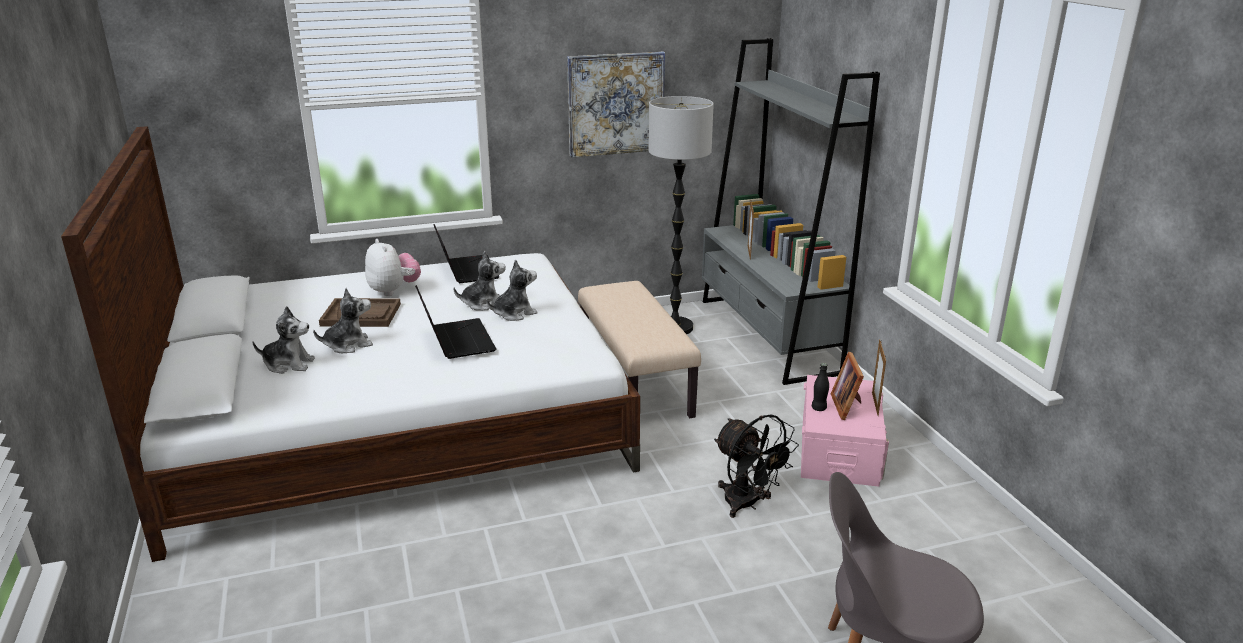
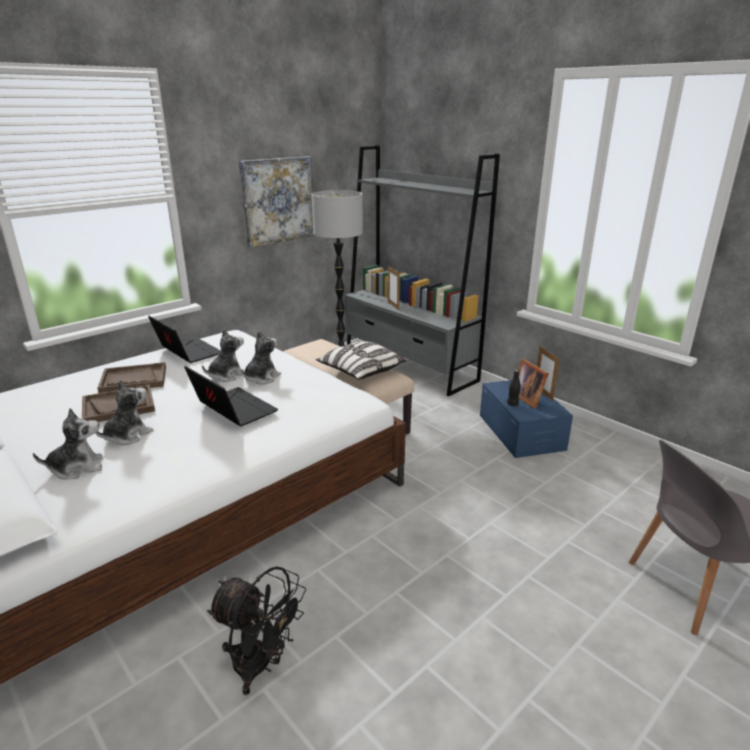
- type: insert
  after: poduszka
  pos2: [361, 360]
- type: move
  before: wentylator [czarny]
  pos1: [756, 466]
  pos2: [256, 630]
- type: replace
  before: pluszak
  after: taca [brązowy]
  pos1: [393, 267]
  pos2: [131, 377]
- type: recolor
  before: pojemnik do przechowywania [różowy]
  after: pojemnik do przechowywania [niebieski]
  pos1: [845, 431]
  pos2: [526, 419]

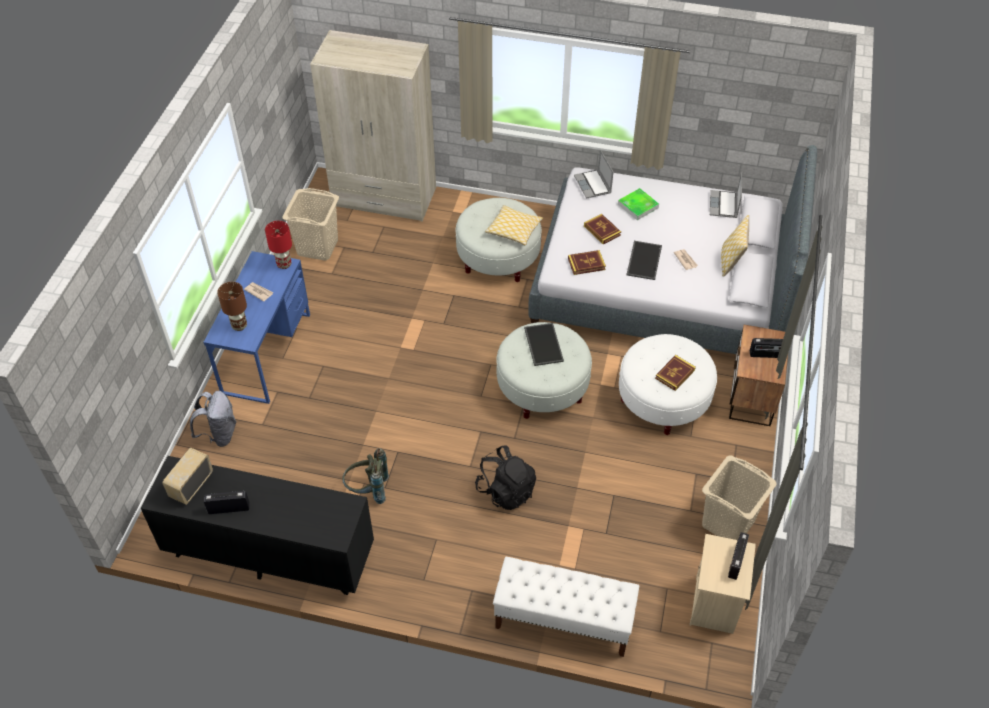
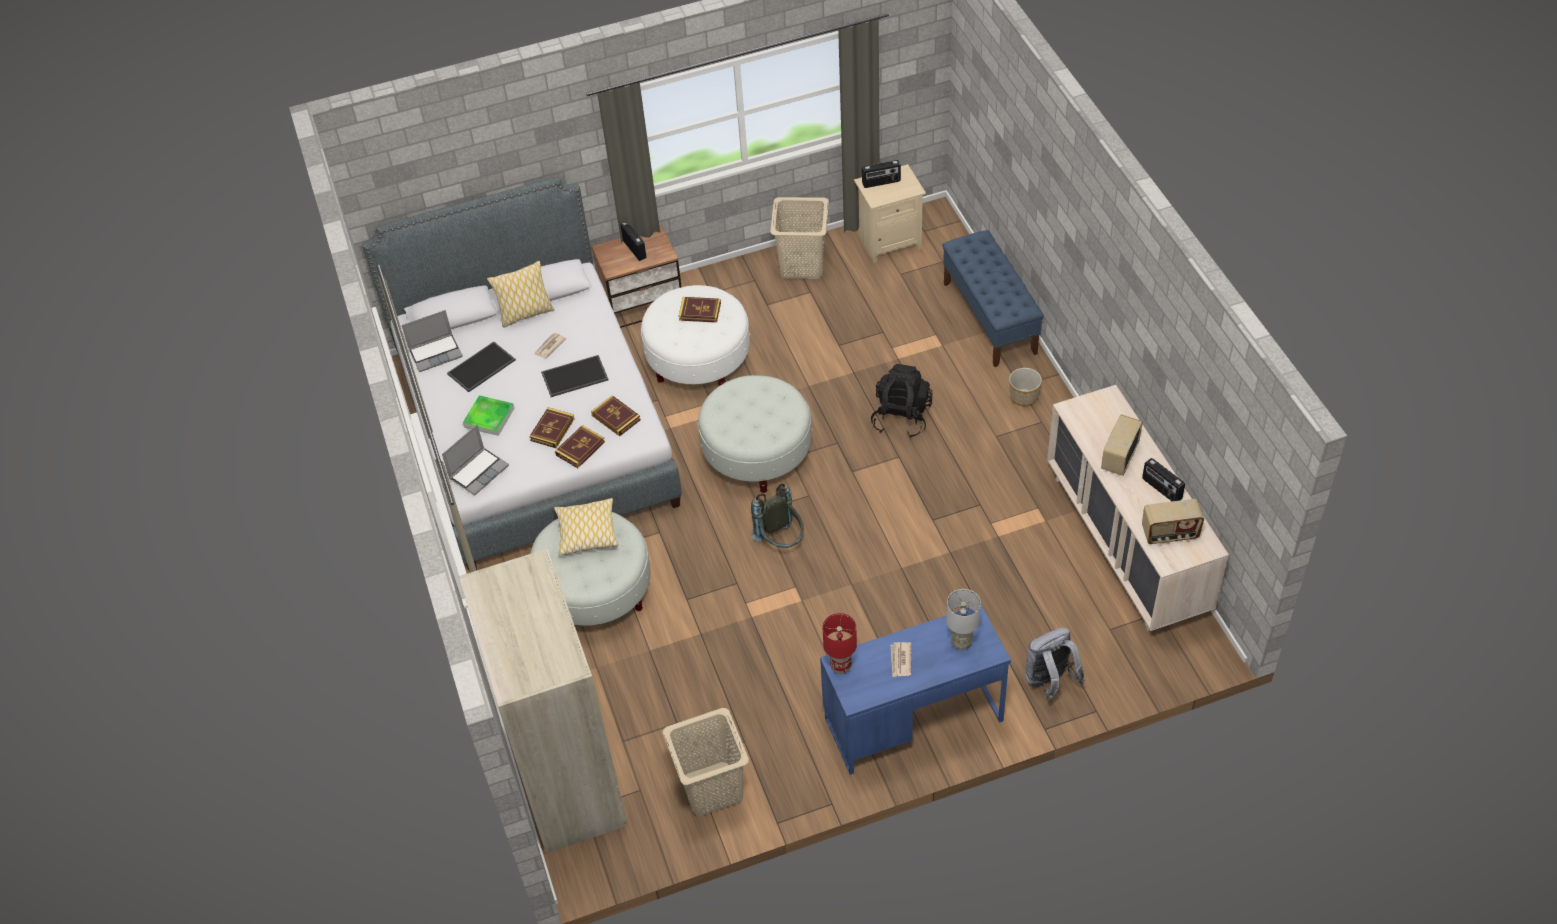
- type: insert
  after: książka
  pos2: [580, 446]
- type: insert
  after: donica
  pos2: [1025, 387]
- type: insert
  after: radio
  pos2: [1122, 445]
- type: move
  before: plecak [szary]
  pos1: [365, 476]
  pos2: [777, 516]
- type: move
  before: taca
  pos1: [544, 344]
  pos2: [481, 367]
- type: recolor
  before: komoda [czarny]
  after: komoda [beżowy]
  pos1: [257, 525]
  pos2: [1138, 508]
- type: recolor
  before: lampa stołowa [brązowy]
  after: lampa stołowa [szary]
  pos1: [232, 306]
  pos2: [963, 619]
- type: recolor
  before: ławka [biały]
  after: ławka [niebieski]
  pos1: [566, 607]
  pos2: [993, 298]

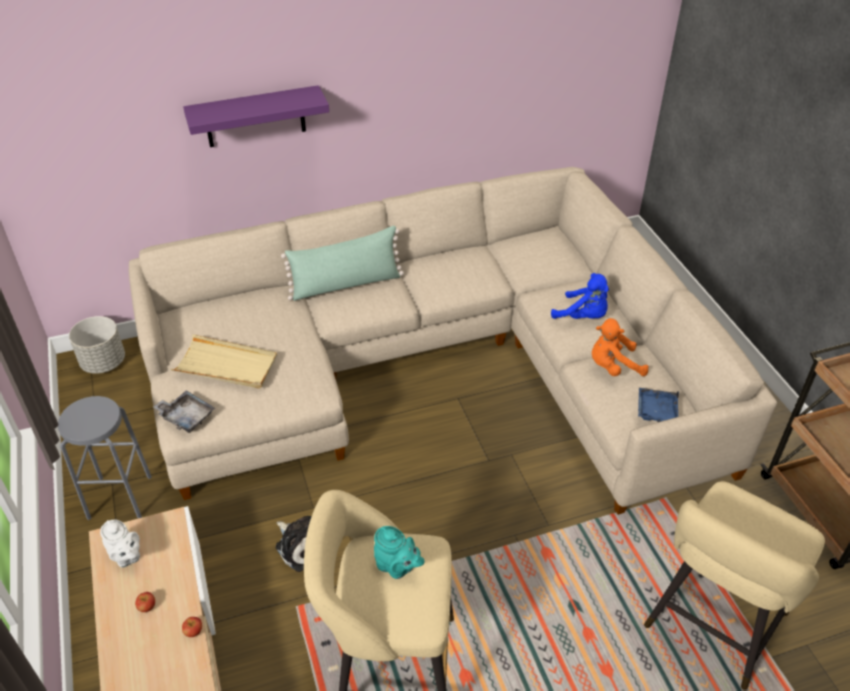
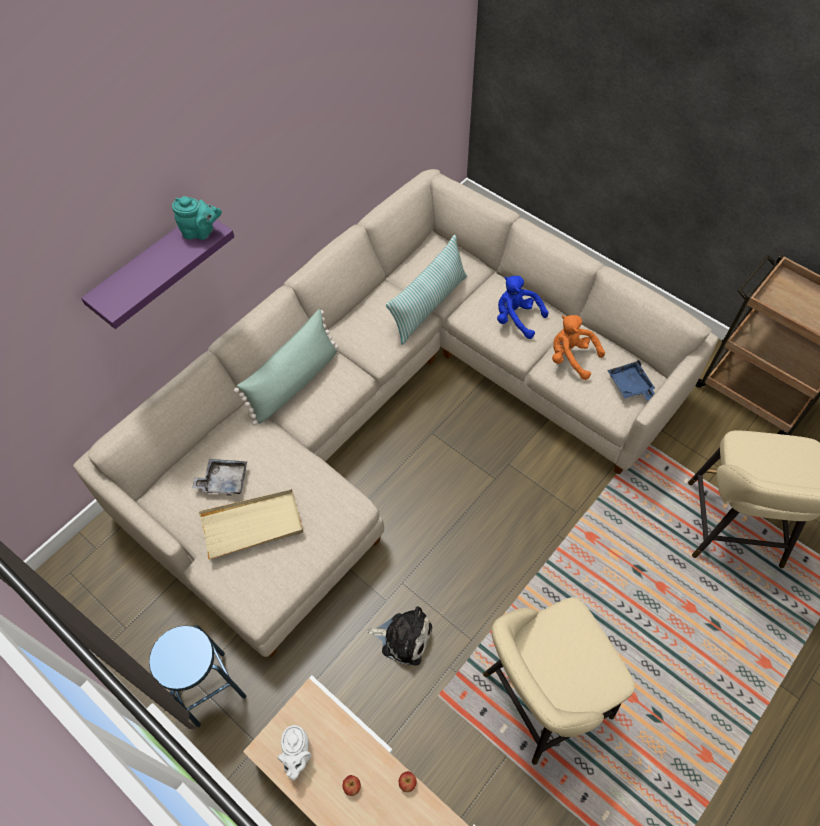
- type: delete
  before: donica [szary]
  pos1: [97, 345]
- type: insert
  after: poduszka
  pos2: [426, 290]
- type: move
  before: taca [szary]
  pos1: [184, 411]
  pos2: [219, 477]
- type: move
  before: imbryk [turkusowy]
  pos1: [399, 552]
  pos2: [197, 218]
- type: recolor
  before: stołek [szary]
  after: stołek [niebieski]
  pos1: [105, 458]
  pos2: [197, 676]
- type: rotate
  before: imbryk [biały]
  pos1: [120, 544]
  pos2: [294, 752]
  turn: 75
- type: rotate
  before: pluszak [niebieski]
  pos1: [580, 296]
  pos2: [523, 307]
  turn: -150
- type: rotate
  before: pluszak [pomarańczowy]
  pos1: [620, 347]
  pos2: [578, 347]
  turn: 75

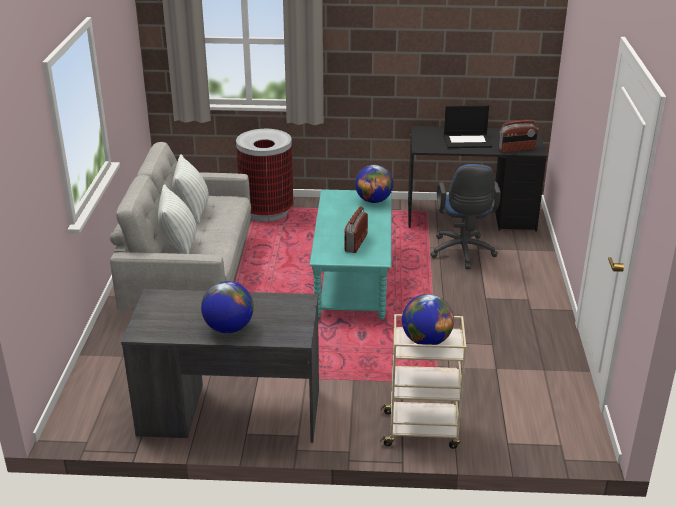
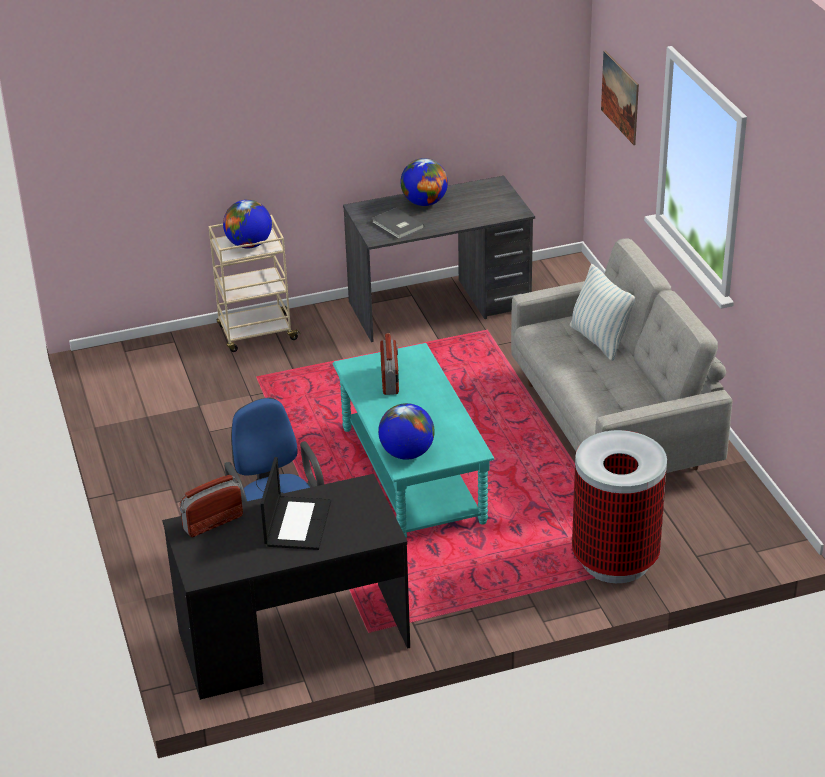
- type: delete
  before: poduszka
  pos1: [190, 189]
- type: insert
  after: książka [szary]
  pos2: [398, 223]
- type: insert
  after: obraz
  pos2: [620, 98]
- type: rotate
  before: laptop
  pos1: [468, 126]
  pos2: [295, 503]
  turn: 120

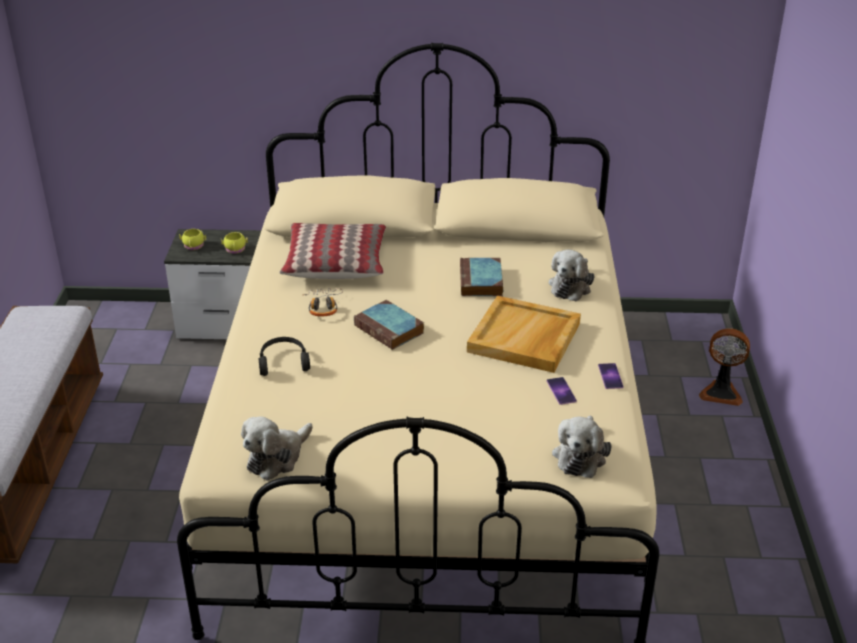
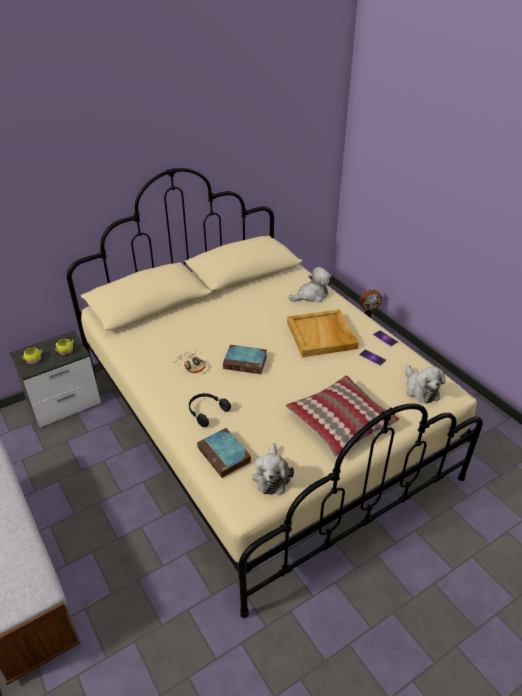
- type: move
  before: poduszka
  pos1: [332, 251]
  pos2: [342, 416]
- type: move
  before: książka
  pos1: [481, 277]
  pos2: [224, 453]
- type: rotate
  before: pluszak
  pos1: [572, 275]
  pos2: [310, 285]
  turn: -105

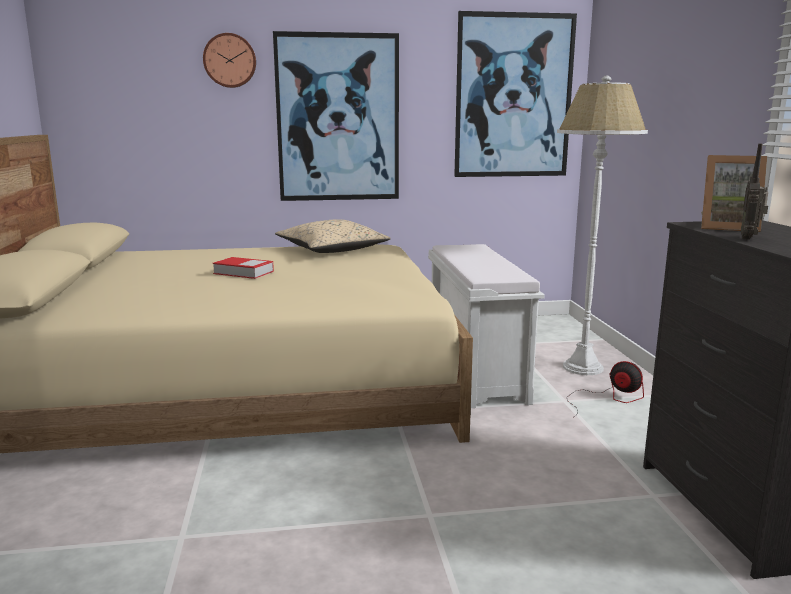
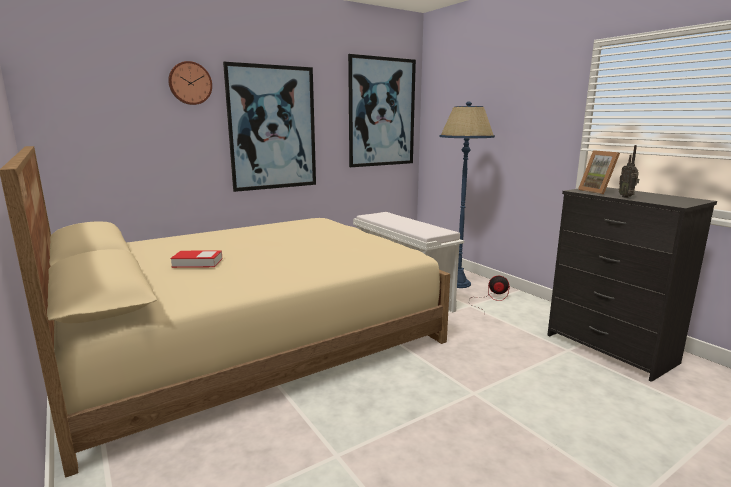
- type: delete
  before: poduszka [beżowy]
  pos1: [333, 236]
- type: move
  before: książka
  pos1: [243, 268]
  pos2: [196, 259]
- type: recolor
  before: lampa stojąca [biały]
  after: lampa stojąca [niebieski]
  pos1: [602, 225]
  pos2: [467, 195]
- type: rotate
  before: ramka na zdjęcie
  pos1: [734, 193]
  pos2: [599, 172]
  turn: 75

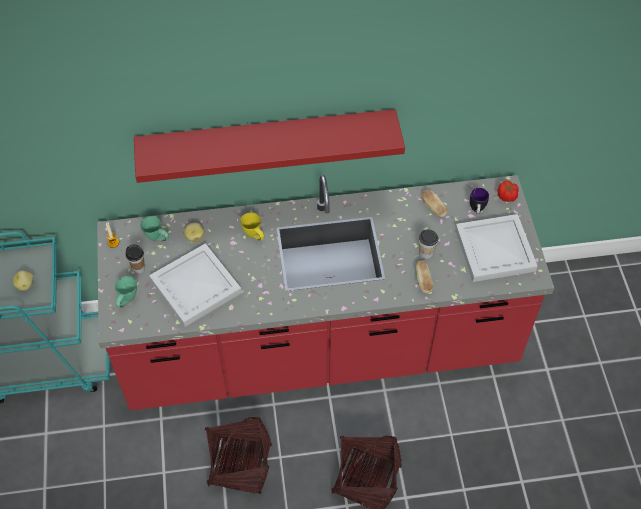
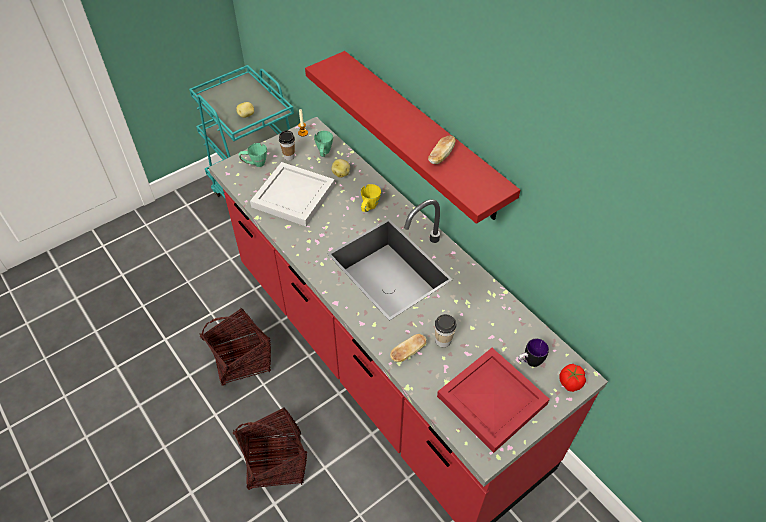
- type: move
  before: chleb
  pos1: [434, 203]
  pos2: [441, 149]
- type: recolor
  before: taca [biały]
  after: taca [czerwony]
  pos1: [496, 248]
  pos2: [493, 400]

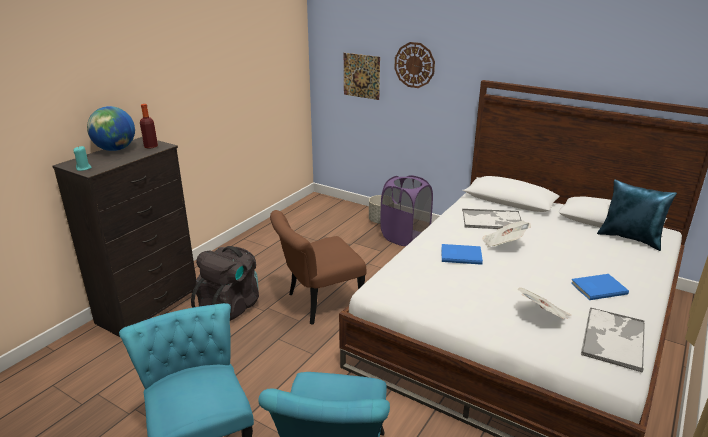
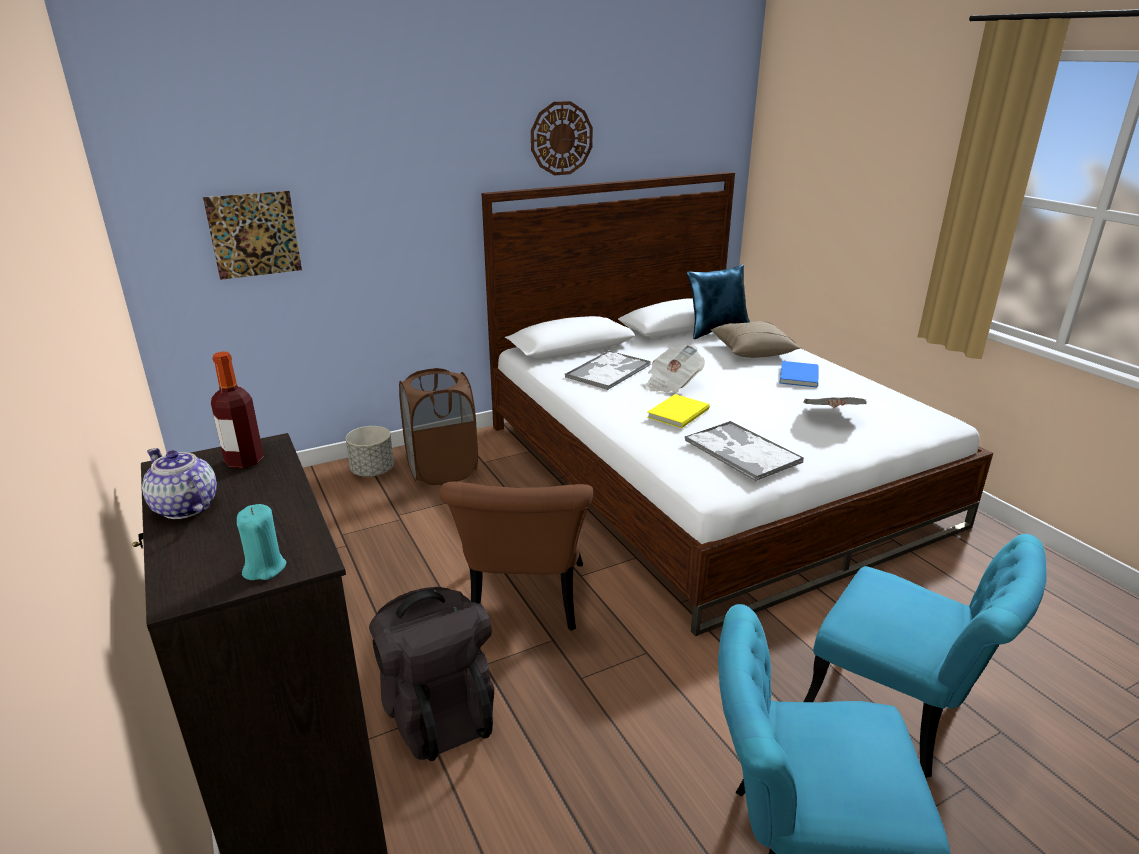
- type: insert
  after: poduszka [beżowy]
  pos2: [756, 339]
- type: move
  before: zegar ścienny
  pos1: [414, 65]
  pos2: [562, 138]
- type: move
  before: taca
  pos1: [613, 340]
  pos2: [744, 451]
- type: replace
  before: globus
  after: imbryk
  pos1: [111, 128]
  pos2: [179, 483]
- type: recolor
  before: kosz na pranie [fioletowy]
  after: kosz na pranie [brązowy]
  pos1: [406, 210]
  pos2: [438, 426]
- type: recolor
  before: książka [niebieski]
  after: książka [żółty]
  pos1: [462, 254]
  pos2: [678, 411]

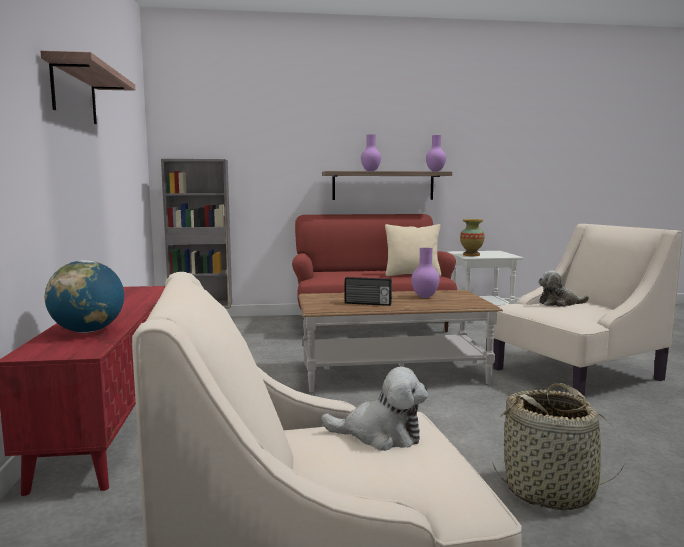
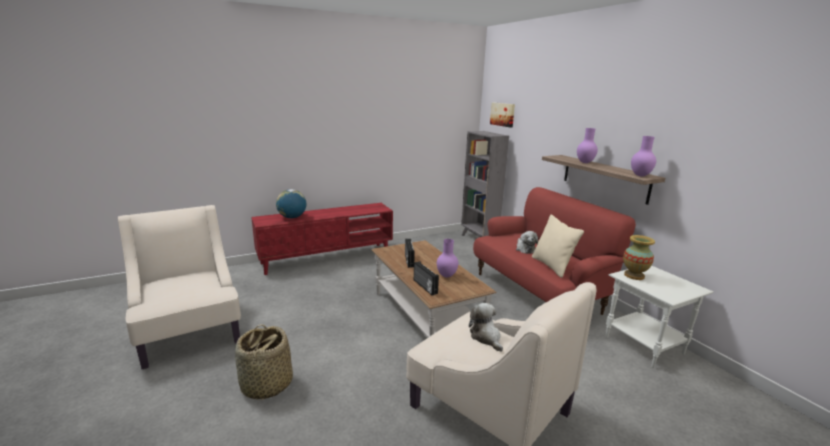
- type: delete
  before: półka
  pos1: [88, 87]
- type: insert
  after: radio
  pos2: [426, 278]
- type: insert
  after: obraz
  pos2: [502, 115]
- type: move
  before: pluszak
  pos1: [374, 408]
  pos2: [527, 242]

